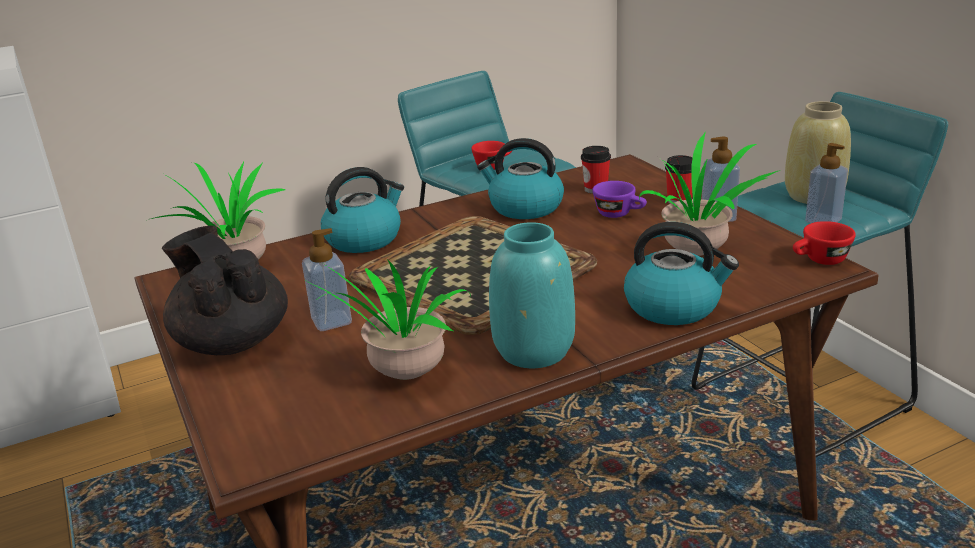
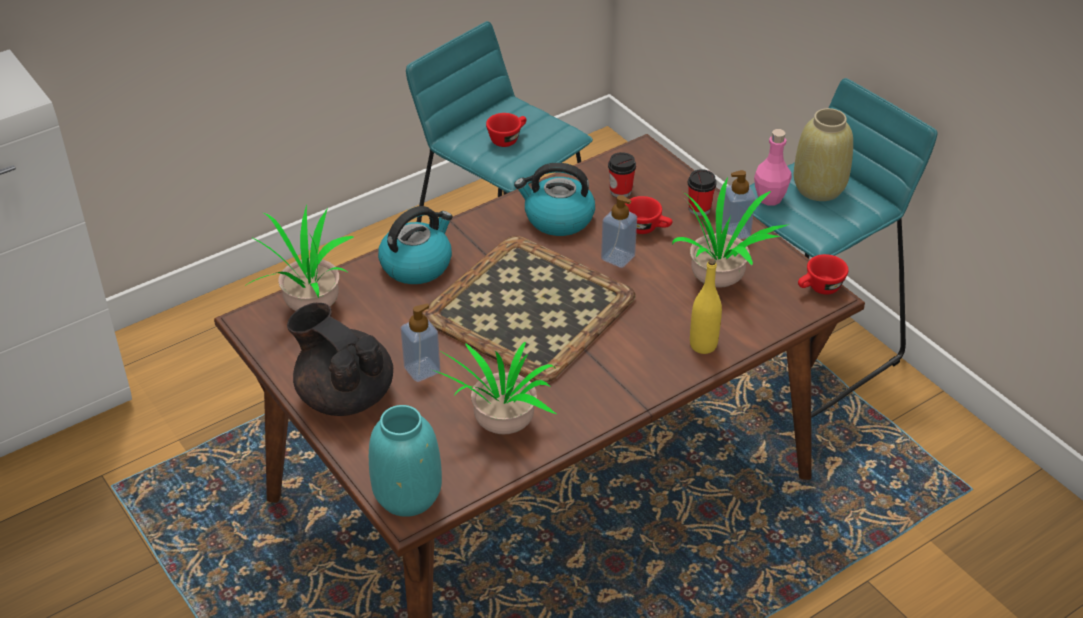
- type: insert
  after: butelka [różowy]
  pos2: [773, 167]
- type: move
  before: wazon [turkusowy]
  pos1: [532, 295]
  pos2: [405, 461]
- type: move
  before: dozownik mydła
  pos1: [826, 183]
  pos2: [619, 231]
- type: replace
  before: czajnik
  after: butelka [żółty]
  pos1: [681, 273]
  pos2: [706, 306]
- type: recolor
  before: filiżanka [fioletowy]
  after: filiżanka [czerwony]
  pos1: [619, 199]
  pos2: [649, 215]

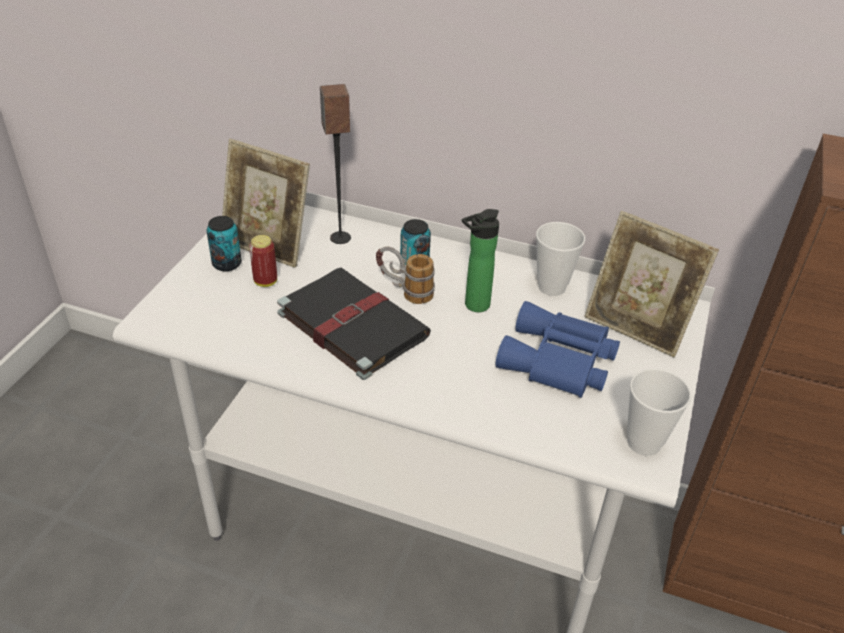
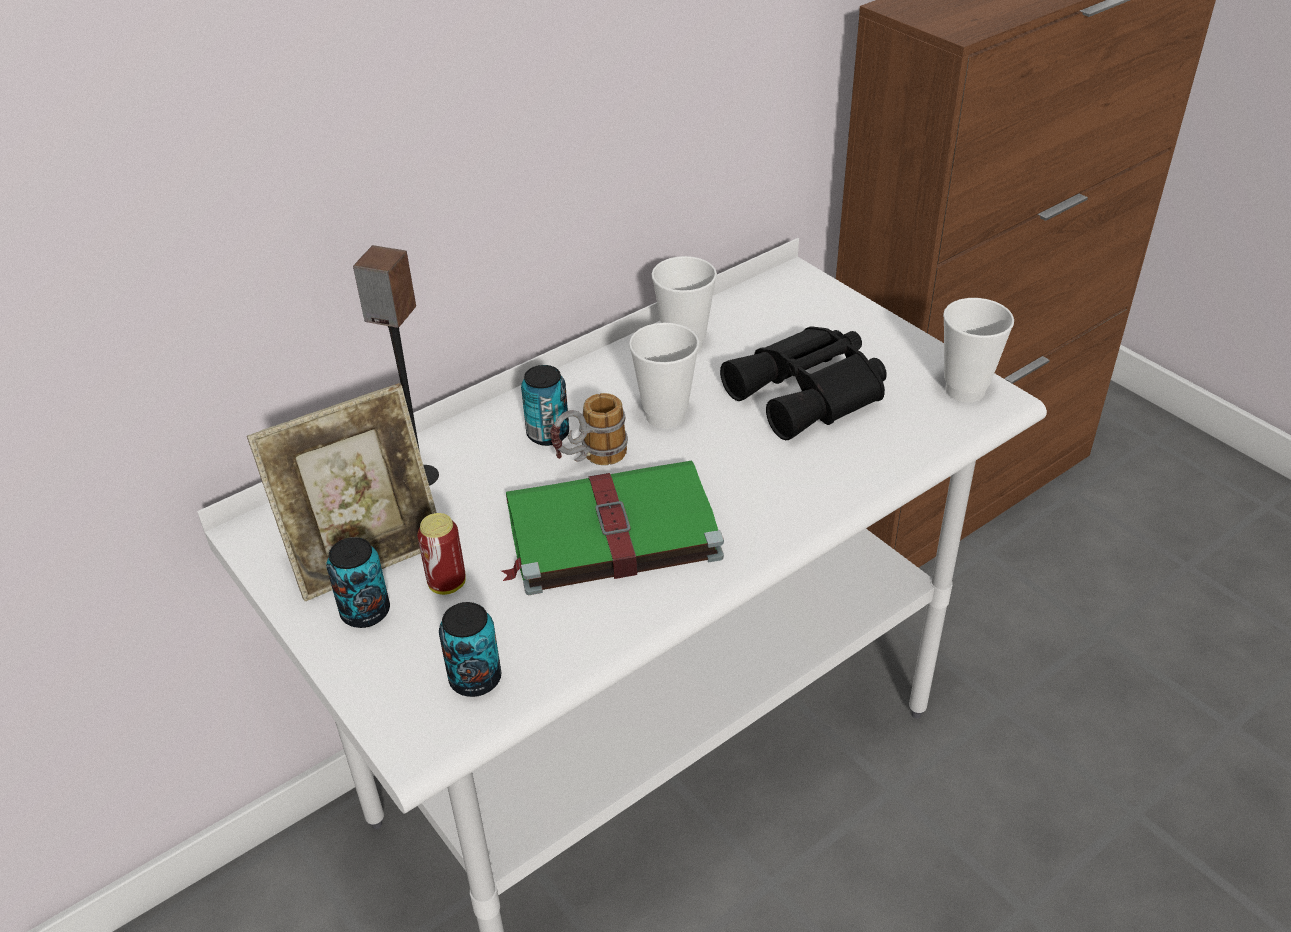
- type: delete
  before: ramka na zdjęcie
  pos1: [651, 284]
- type: insert
  after: puszka
  pos2: [470, 649]
- type: replace
  before: butelka
  after: filiżanka
  pos1: [480, 260]
  pos2: [664, 376]
- type: recolor
  before: książka [czarny]
  after: książka [zielony]
  pos1: [354, 323]
  pos2: [612, 528]
- type: recolor
  before: lornetka [niebieski]
  after: lornetka [czarny]
  pos1: [558, 349]
  pos2: [803, 383]

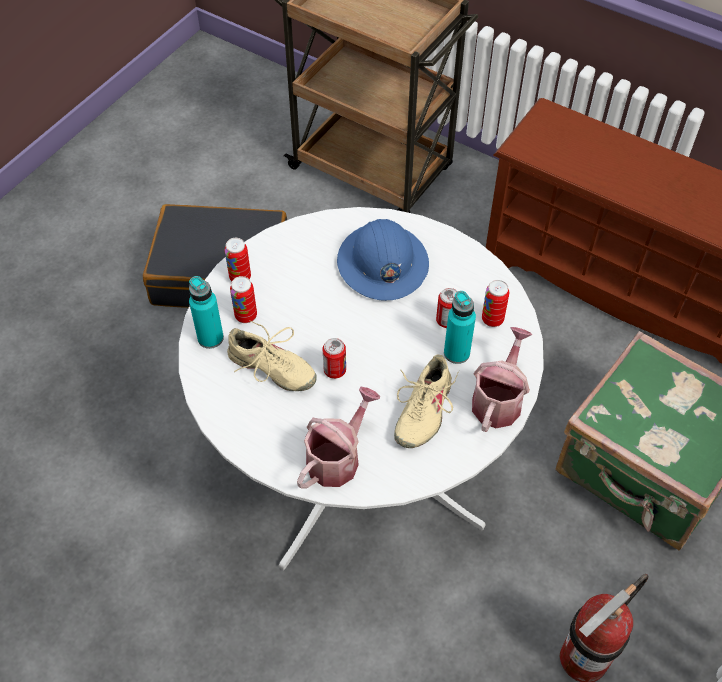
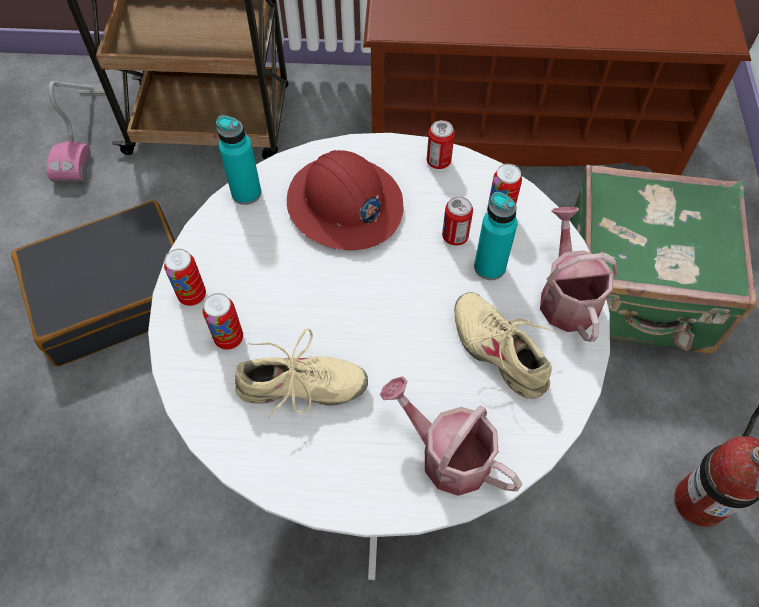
- type: insert
  after: odkurzacz
  pos2: [76, 131]
- type: move
  before: butelka [turkusowy]
  pos1: [206, 312]
  pos2: [238, 160]
- type: move
  before: puszka
  pos1: [334, 358]
  pos2: [441, 144]
- type: recolor
  before: kask [niebieski]
  after: kask [czerwony]
  pos1: [383, 260]
  pos2: [345, 200]
- type: rotate
  before: konewka
  pos1: [338, 438]
  pos2: [451, 436]
  turn: -60
- type: rotate
  before: but [beżowy]
  pos1: [426, 401]
  pos2: [504, 345]
  turn: 150

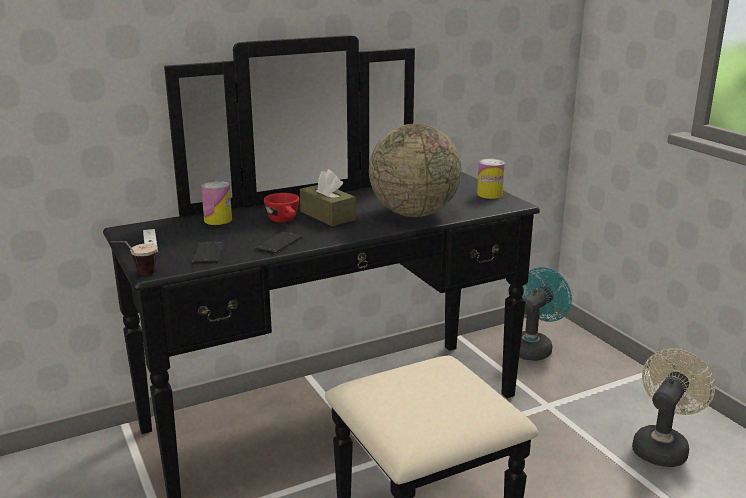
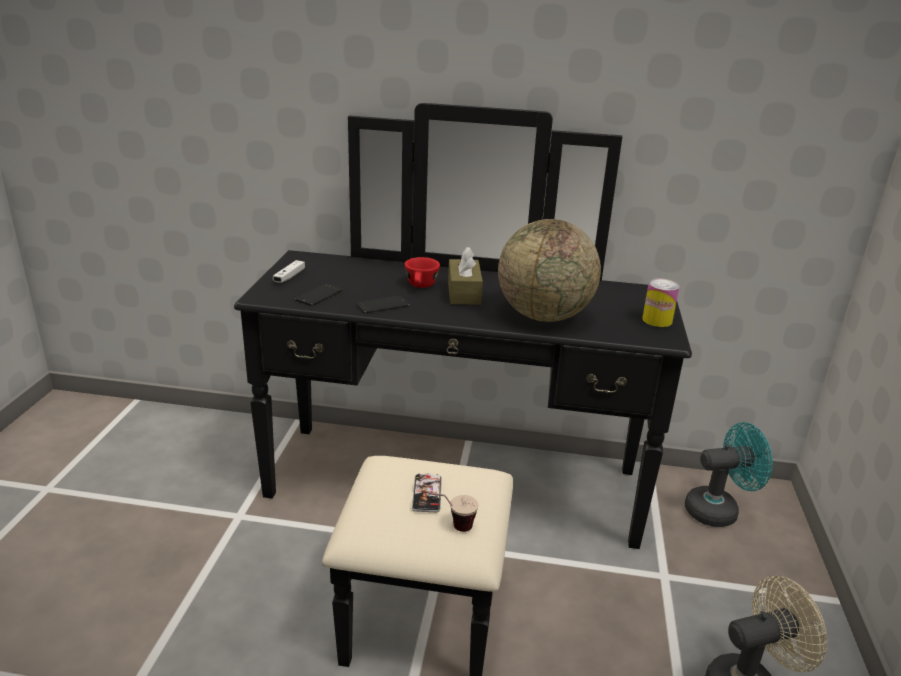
- type: delete
  before: puszka
  pos1: [216, 203]
- type: insert
  after: telefon
  pos2: [427, 492]
- type: move
  before: filiżanka
  pos1: [133, 258]
  pos2: [453, 512]

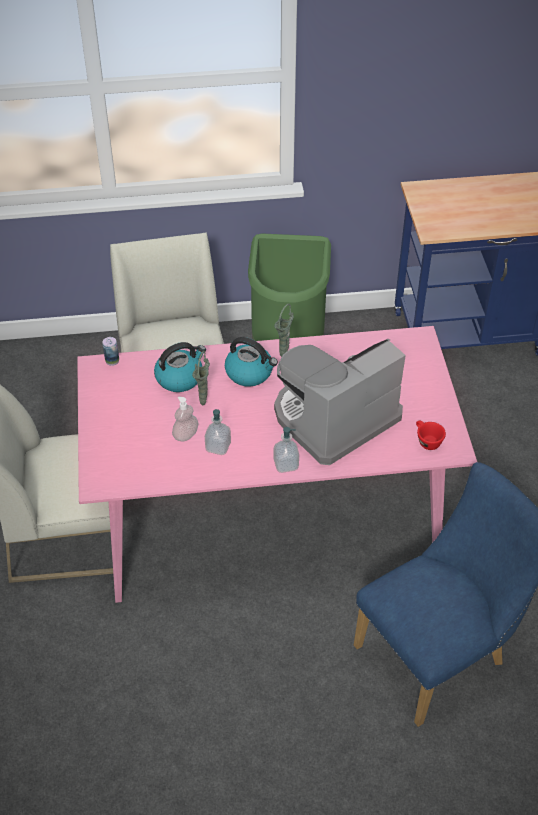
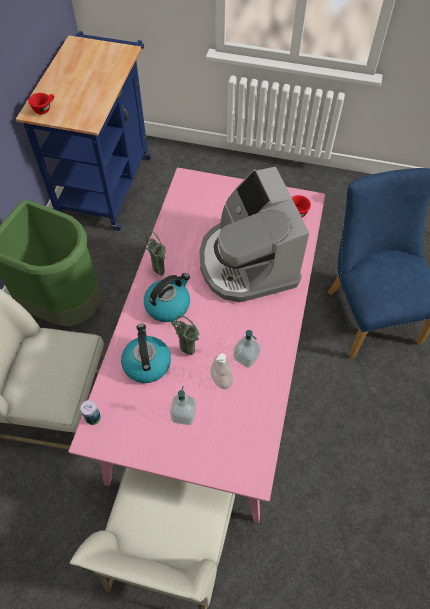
- type: insert
  after: filiżanka [czerwony]
  pos2: [41, 103]
- type: move
  before: dozownik mydła
  pos1: [286, 450]
  pos2: [183, 405]

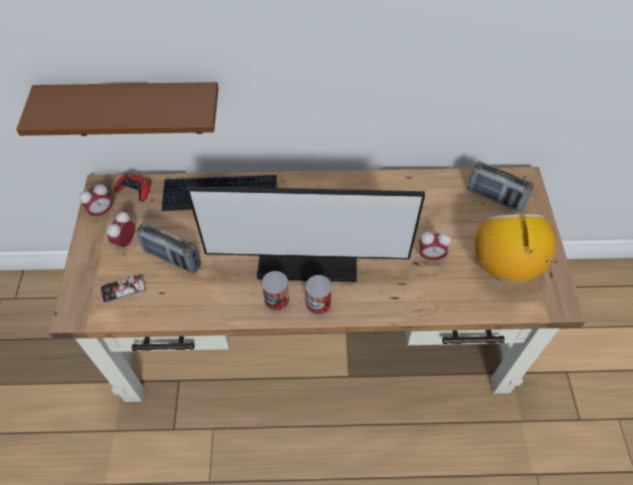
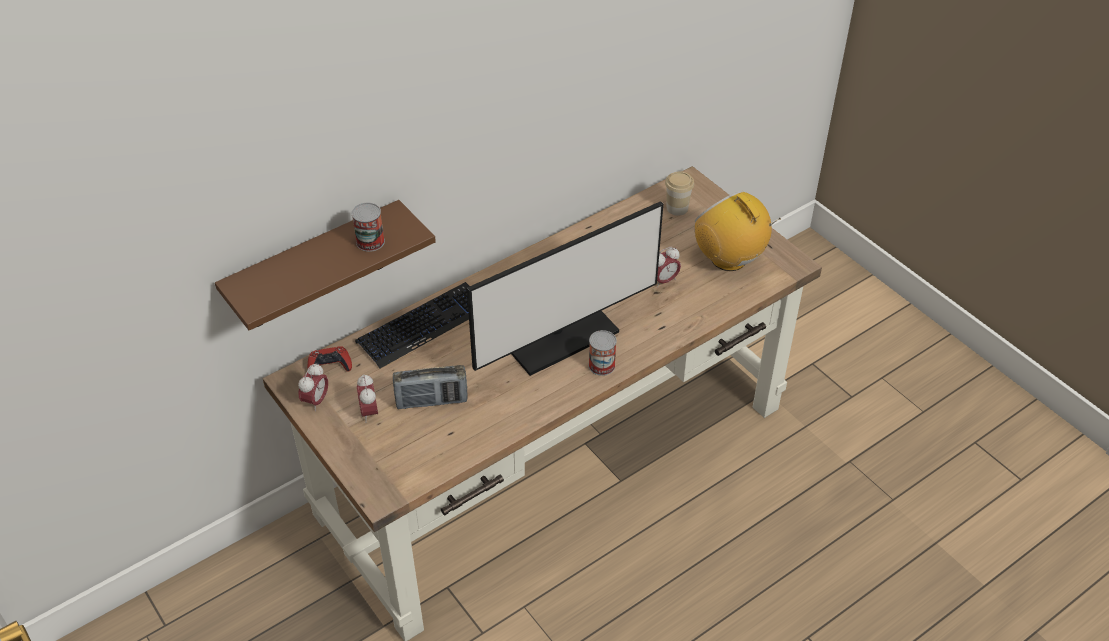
- type: delete
  before: telefon
  pos1: [123, 289]
- type: move
  before: puszka
  pos1: [275, 291]
  pos2: [368, 227]
- type: replace
  before: radio
  after: filiżanka
  pos1: [500, 186]
  pos2: [679, 193]

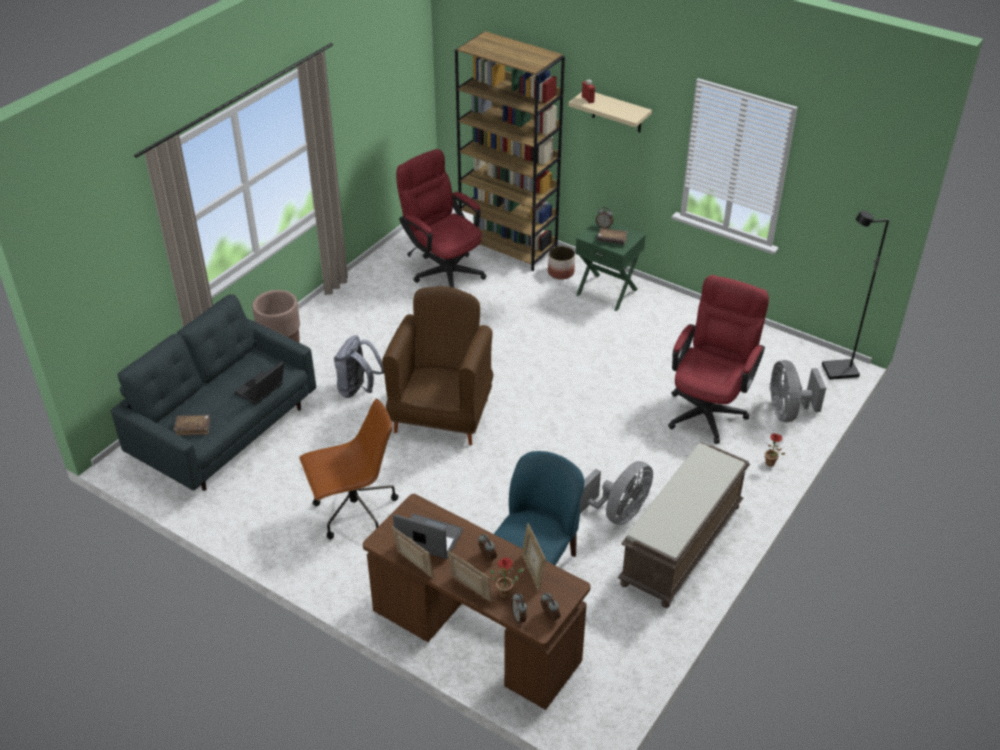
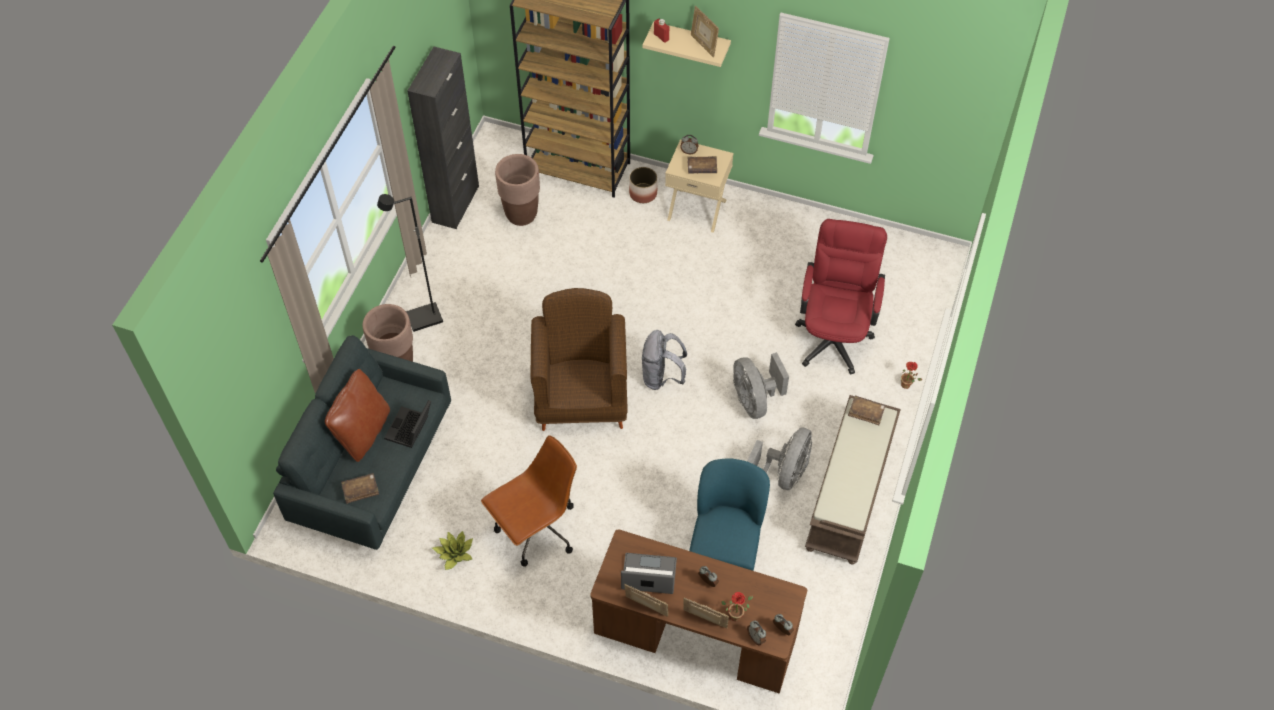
- type: insert
  after: poduszka [brązowy]
  pos2: [357, 415]
- type: insert
  after: szafka [czarny]
  pos2: [443, 138]
- type: insert
  after: roślina doniczkowa
  pos2: [452, 550]
- type: insert
  after: książka [brązowy]
  pos2: [866, 410]
- type: move
  before: plecak [szary]
  pos1: [359, 366]
  pos2: [664, 360]
- type: move
  before: ramka na zdjęcie
  pos1: [534, 557]
  pos2: [705, 31]
- type: move
  before: wentylator [szary]
  pos1: [798, 391]
  pos2: [761, 385]
- type: move
  before: lampa stojąca [czarny]
  pos1: [855, 295]
  pos2: [410, 263]
- type: replace
  before: krzesło biurowe [czerwony]
  after: donica [brązowy]
  pos1: [441, 218]
  pos2: [517, 190]
- type: recolor
  before: szafka nocna [zielony]
  after: szafka nocna [beżowy]
  pos1: [611, 266]
  pos2: [699, 186]

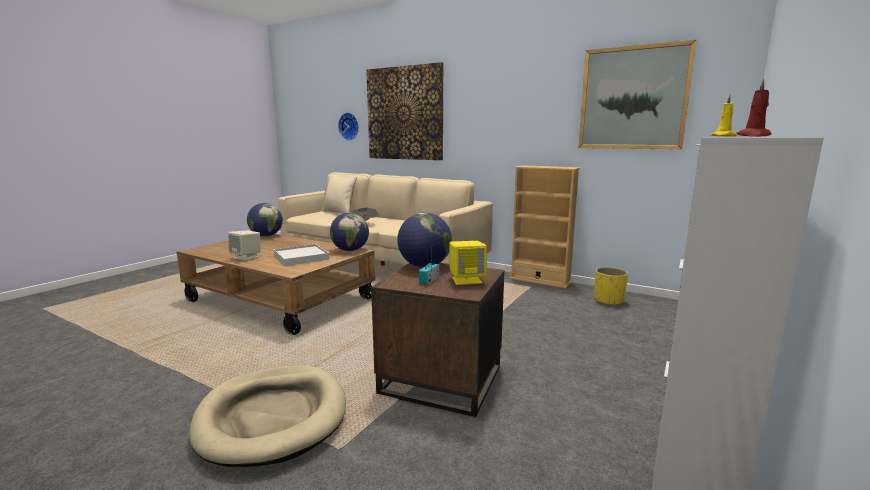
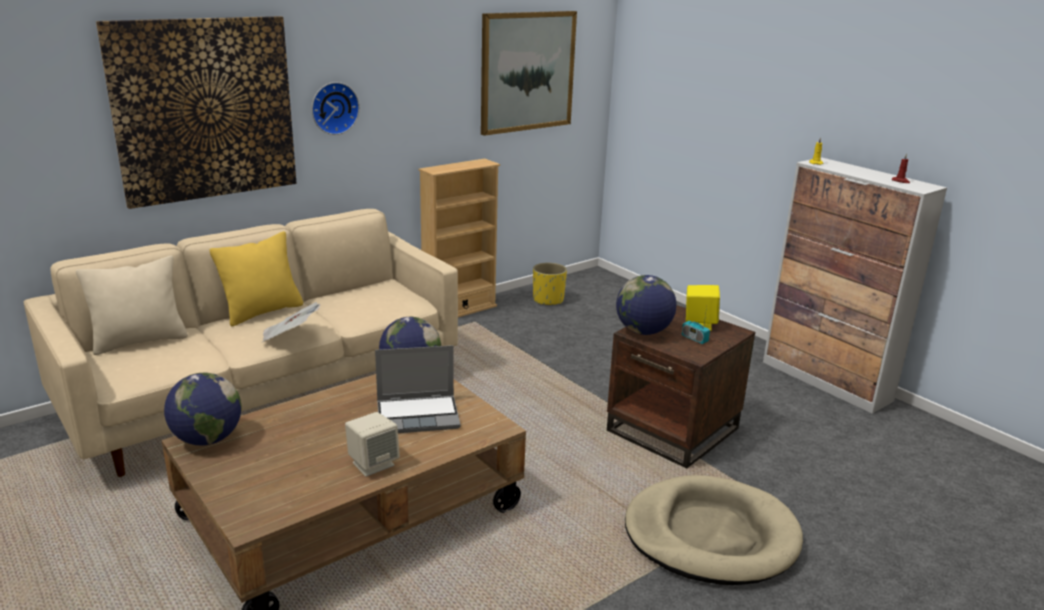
- type: insert
  after: poduszka [żółty]
  pos2: [256, 278]
- type: move
  before: zegar ścienny
  pos1: [348, 126]
  pos2: [336, 108]
- type: replace
  before: taca [biały]
  after: laptop
  pos1: [301, 255]
  pos2: [418, 389]

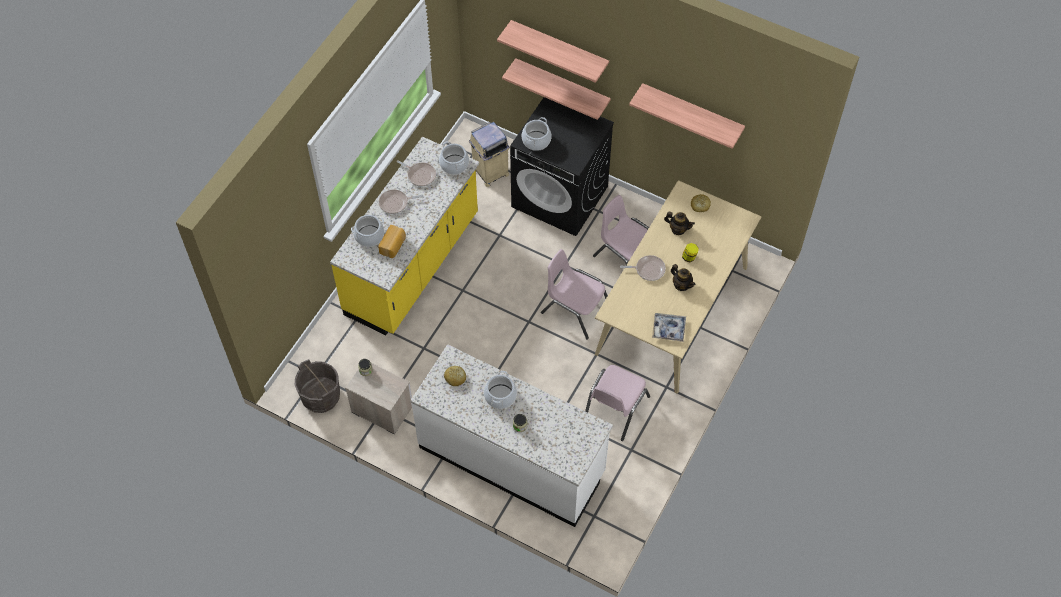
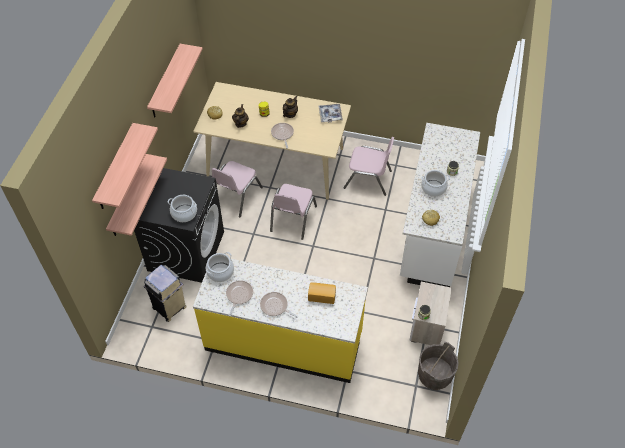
- type: delete
  before: garnek
  pos1: [367, 231]
- type: rotate
  before: patelnia
  pos1: [401, 201]
  pos2: [279, 305]
  turn: 150

